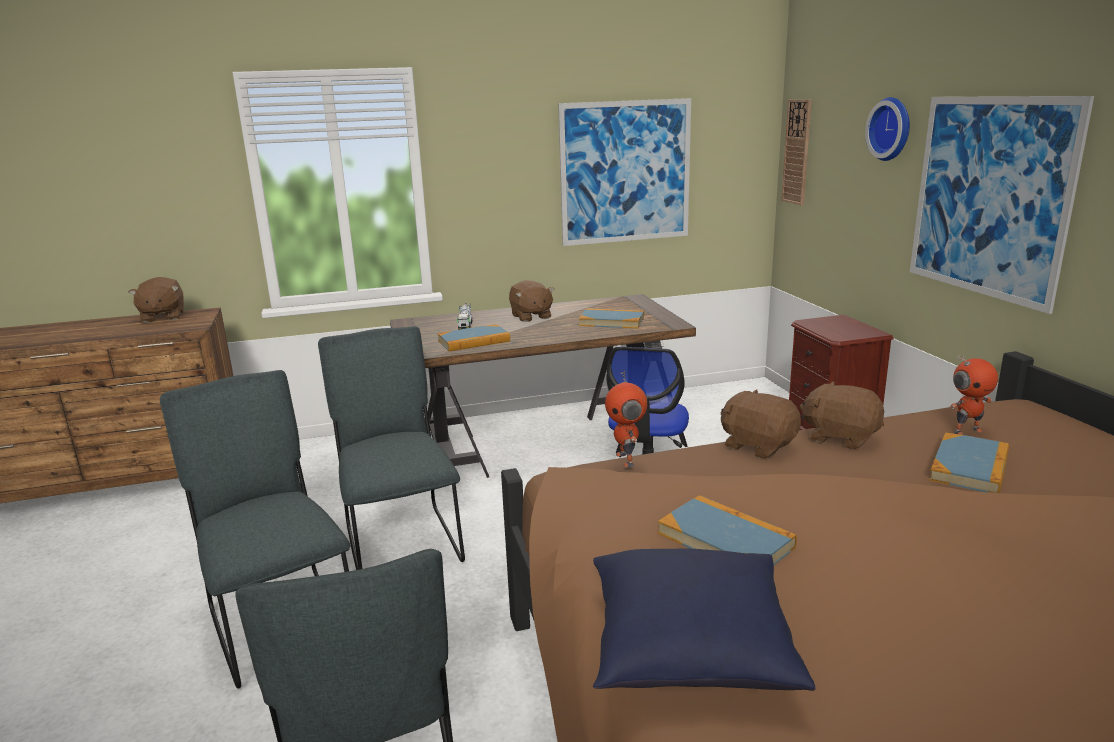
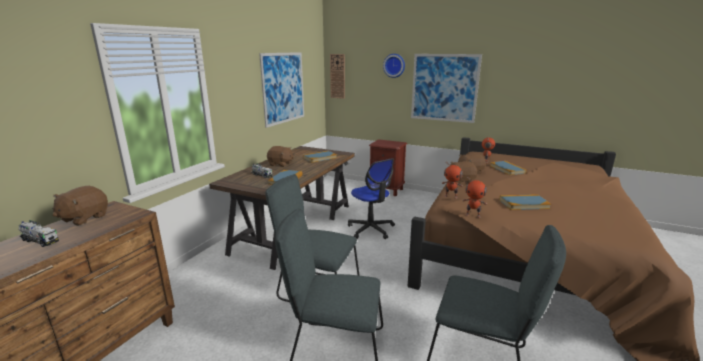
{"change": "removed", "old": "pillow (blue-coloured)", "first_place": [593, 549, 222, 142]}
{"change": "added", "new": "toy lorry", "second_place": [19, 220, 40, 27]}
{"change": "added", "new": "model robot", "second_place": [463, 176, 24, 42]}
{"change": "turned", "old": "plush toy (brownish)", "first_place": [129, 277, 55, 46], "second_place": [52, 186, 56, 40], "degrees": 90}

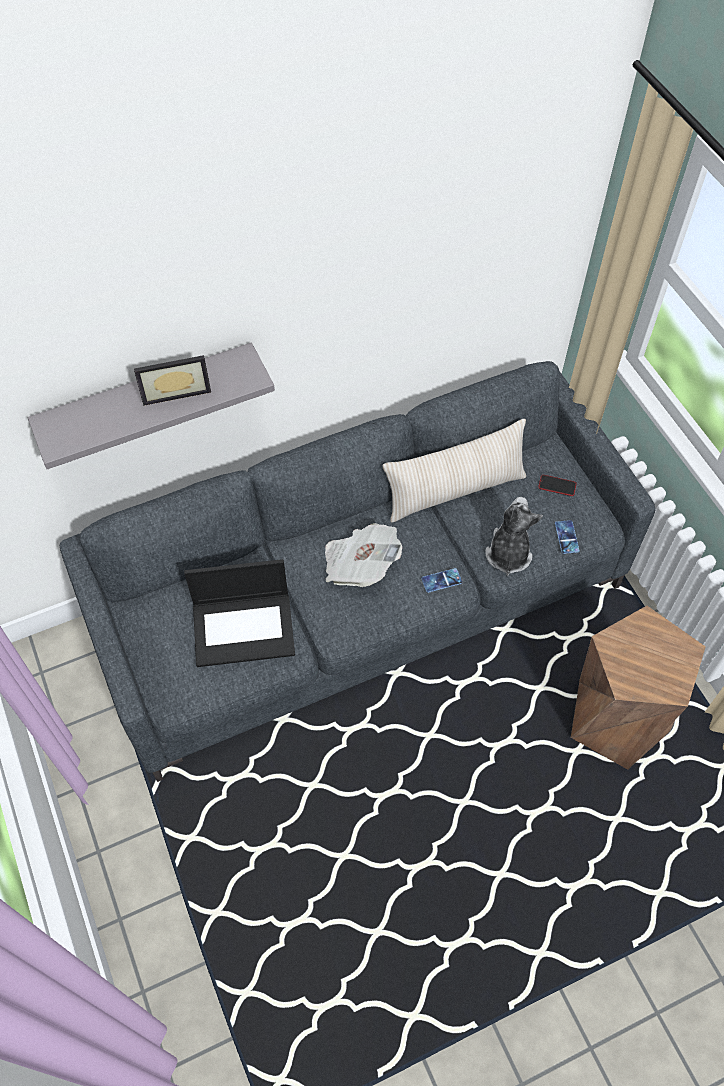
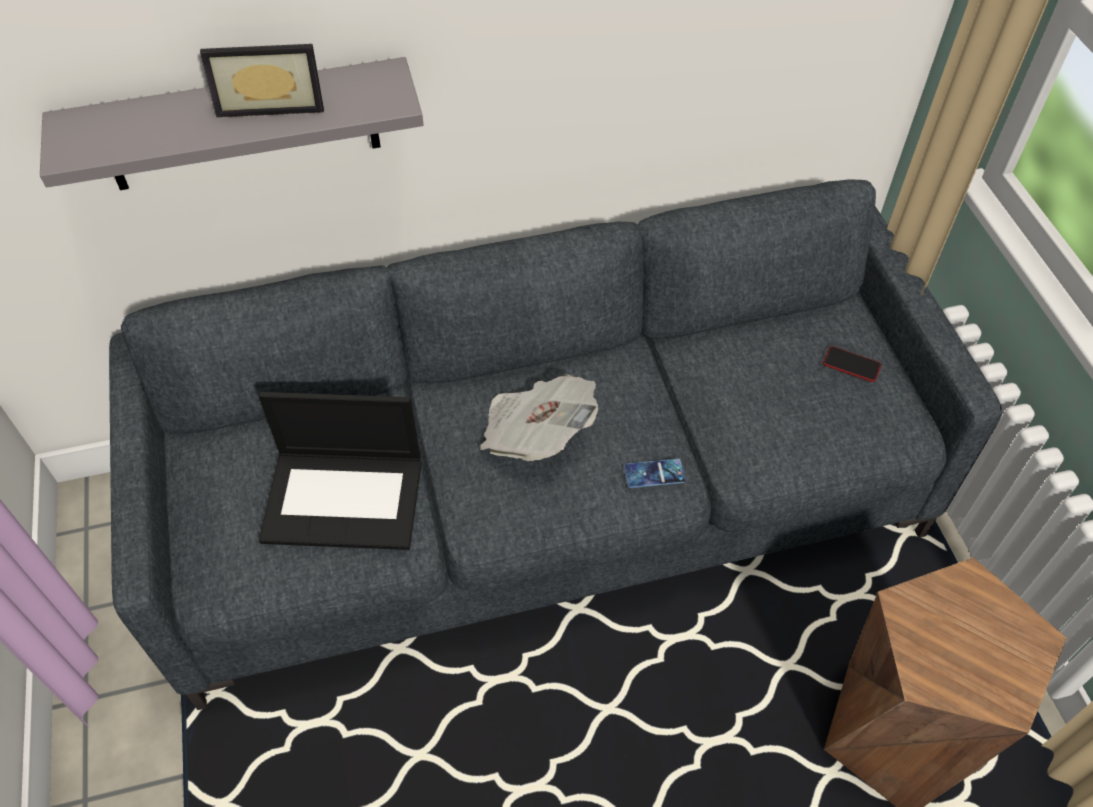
{"change": "removed", "old": "pillow (beige)", "first_place": [383, 419, 143, 104]}
{"change": "removed", "old": "plush toy", "first_place": [485, 497, 58, 79]}
{"change": "removed", "old": "handset", "first_place": [555, 520, 25, 34]}

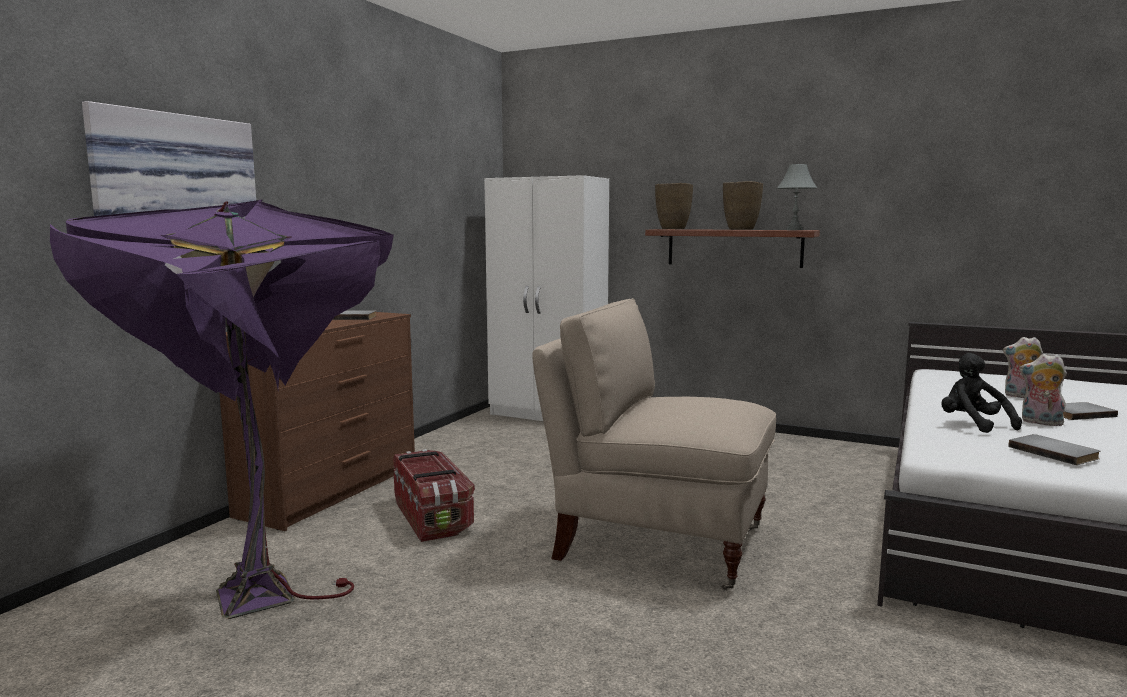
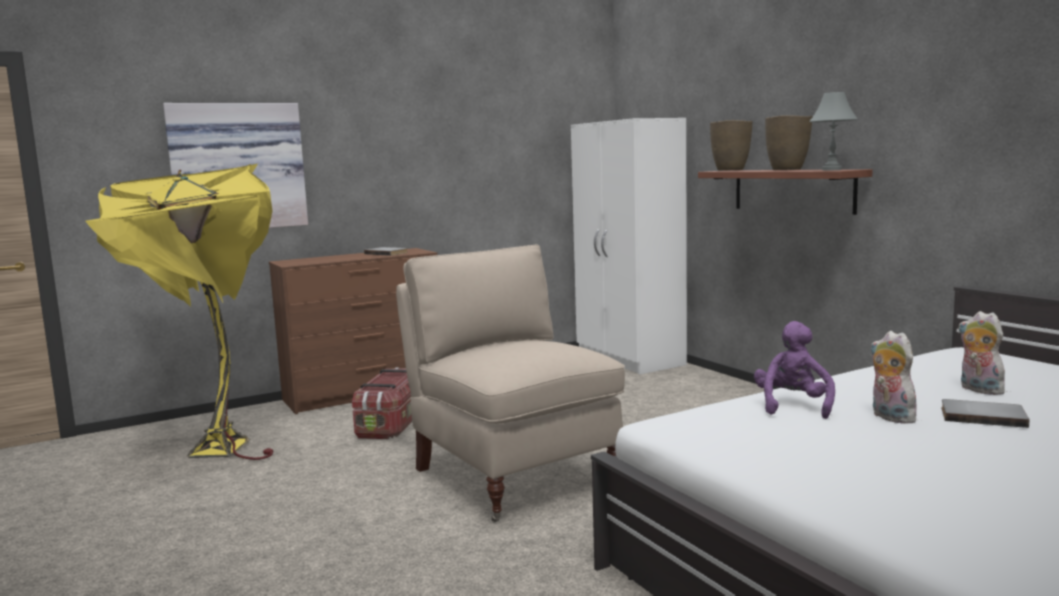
{"change": "removed", "old": "book (grey)", "first_place": [1008, 434, 93, 31]}
{"change": "recoloured", "old": "floor lamp (purple)", "new": "floor lamp (yellow-coloured)", "first_place": [50, 200, 344, 419], "second_place": [85, 164, 188, 296]}
{"change": "recoloured", "old": "plush toy (black-coloured)", "new": "plush toy (purple)", "first_place": [941, 353, 81, 80], "second_place": [754, 321, 81, 98]}

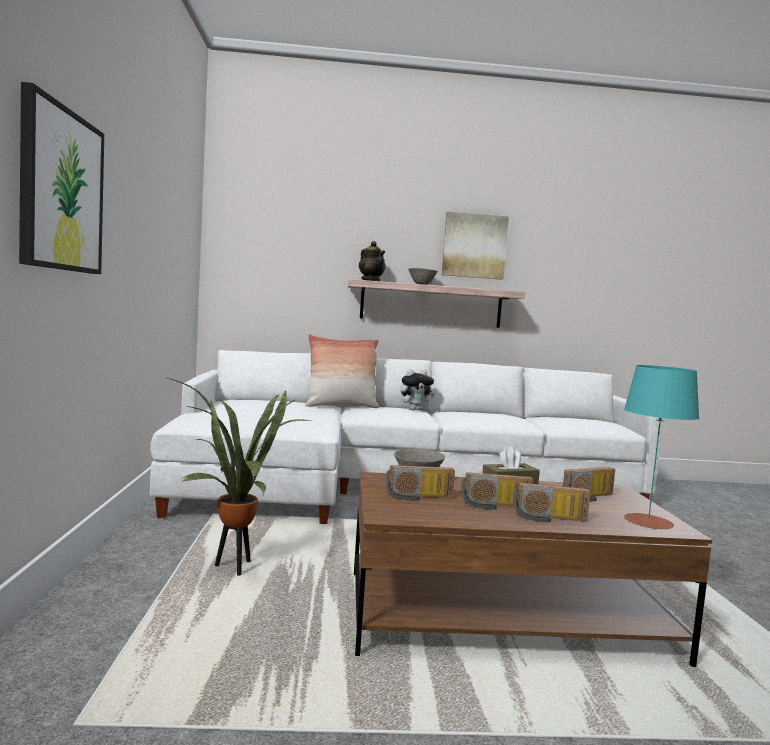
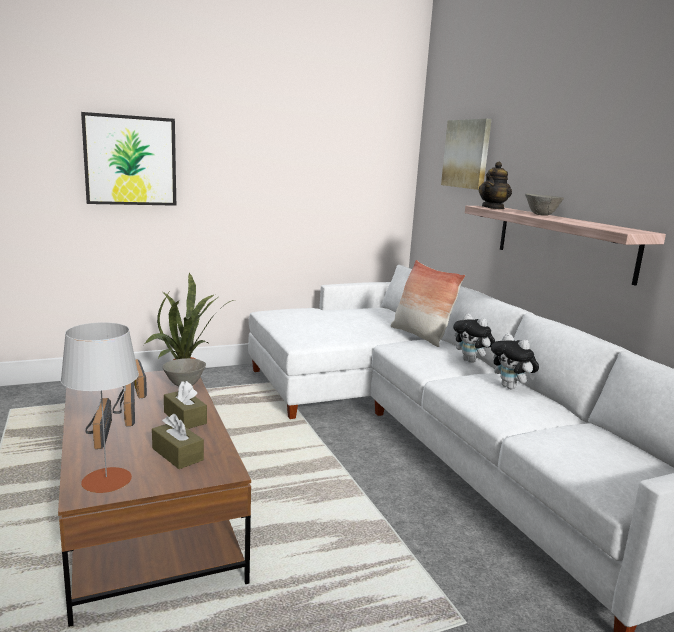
{"change": "added", "new": "plush toy", "second_place": [491, 333, 48, 56]}
{"change": "moved", "old": "wall picture", "first_place": [442, 212, 67, 68], "second_place": [441, 118, 51, 72]}
{"change": "replaced", "old": "radio set", "new": "tissue holder (brownish)", "first_place": [563, 467, 52, 35], "second_place": [152, 414, 52, 55]}
{"change": "recoloured", "old": "table lamp (blue-green)", "new": "table lamp (grey)", "first_place": [624, 365, 75, 164], "second_place": [60, 322, 79, 171]}

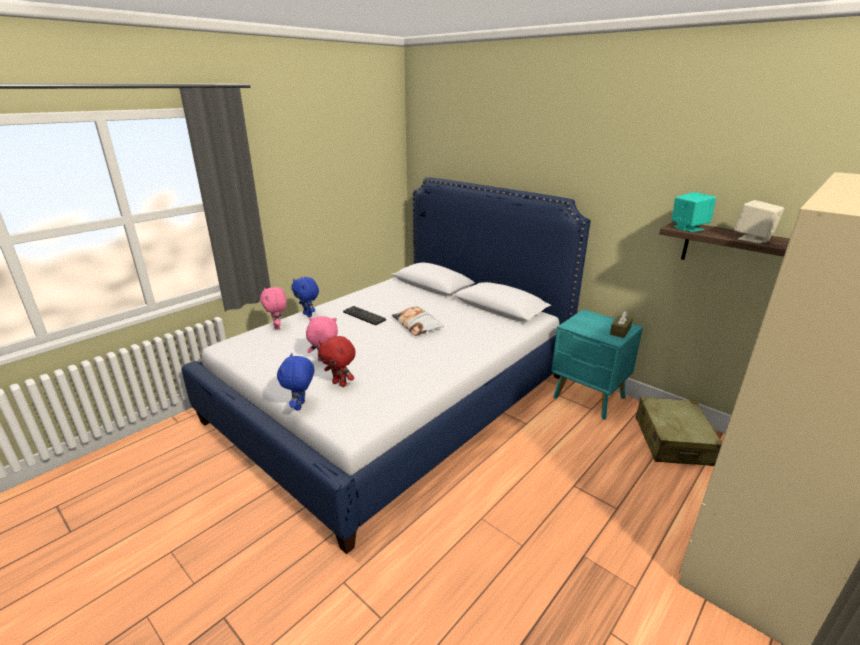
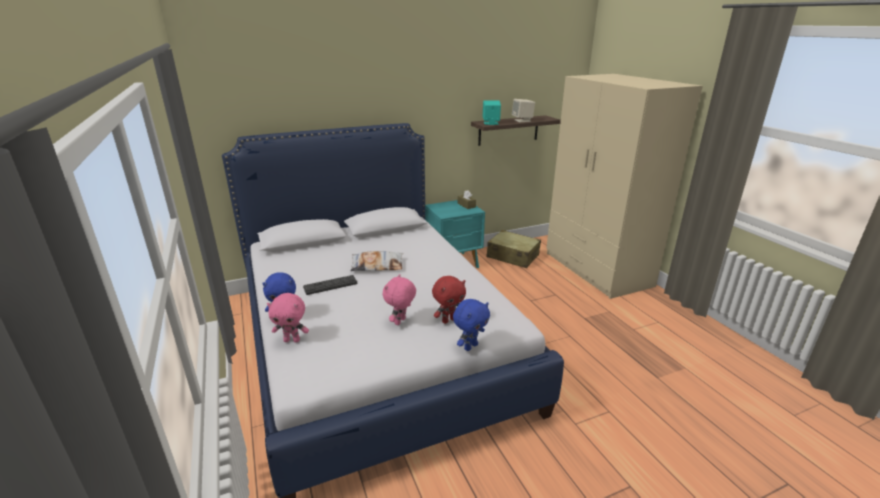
{"change": "turned", "old": "plush toy (blue-coloured)", "first_place": [277, 353, 37, 58], "second_place": [453, 299, 37, 52], "degrees": -75}

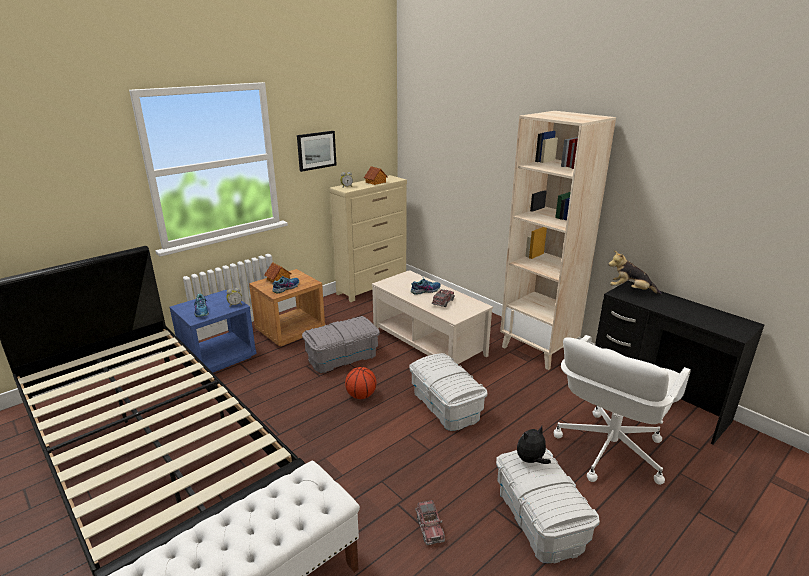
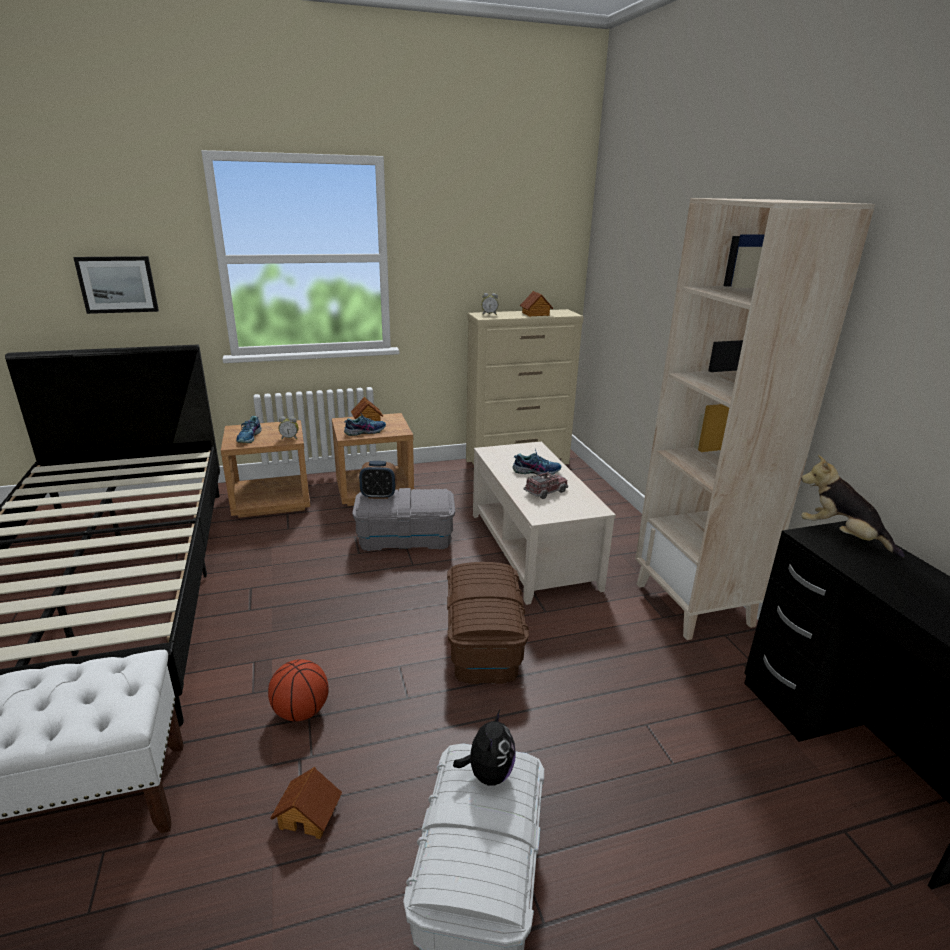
{"change": "removed", "old": "computer chair (white)", "first_place": [554, 335, 137, 150]}
{"change": "added", "new": "bedside clock", "second_place": [359, 461, 38, 38]}
{"change": "moved", "old": "wall picture", "first_place": [297, 131, 40, 41], "second_place": [73, 256, 86, 58]}
{"change": "moved", "old": "basketball ball", "first_place": [345, 367, 31, 32], "second_place": [268, 659, 61, 63]}
{"change": "replaced", "old": "toy lorry", "new": "model house", "first_place": [415, 500, 30, 45], "second_place": [270, 767, 72, 72]}
{"change": "recoloured", "old": "night table (blue-coloured)", "new": "night table (brownish)", "first_place": [170, 290, 87, 83], "second_place": [221, 420, 89, 98]}
{"change": "recoloured", "old": "storage bin (white)", "new": "storage bin (brownish)", "first_place": [410, 353, 78, 78], "second_place": [447, 562, 82, 122]}
{"change": "turned", "old": "plush toy", "first_place": [517, 426, 34, 38], "second_place": [453, 710, 62, 76], "degrees": 105}

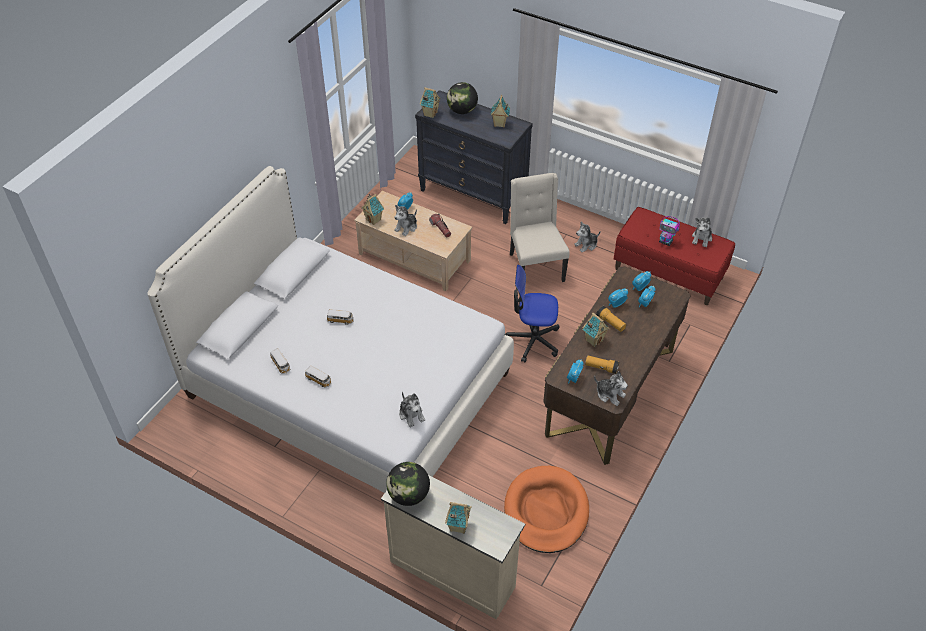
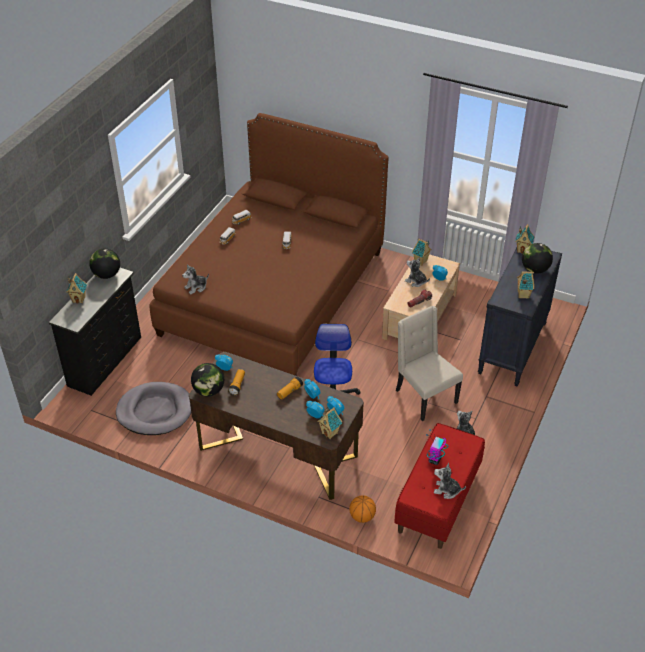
{"change": "added", "new": "basketball ball", "second_place": [349, 495, 27, 28]}
{"change": "moved", "old": "model house", "first_place": [583, 313, 27, 34], "second_place": [317, 407, 25, 32]}
{"change": "replaced", "old": "plush toy", "new": "desk globe", "first_place": [594, 371, 34, 35], "second_place": [191, 363, 33, 33]}
{"change": "recoloured", "old": "bedroom bed (white)", "new": "bedroom bed (brownish)", "first_place": [147, 166, 367, 327], "second_place": [149, 113, 239, 263]}
{"change": "recoloured", "old": "dresser (beige)", "new": "dresser (black-coloured)", "first_place": [381, 475, 144, 145], "second_place": [49, 268, 92, 128]}
{"change": "recoloured", "old": "dog bed (orangey)", "new": "dog bed (grey)", "first_place": [504, 466, 85, 87], "second_place": [116, 382, 75, 53]}
{"change": "turned", "old": "chair (beige)", "first_place": [510, 173, 60, 109], "second_place": [396, 306, 67, 115], "degrees": -105}

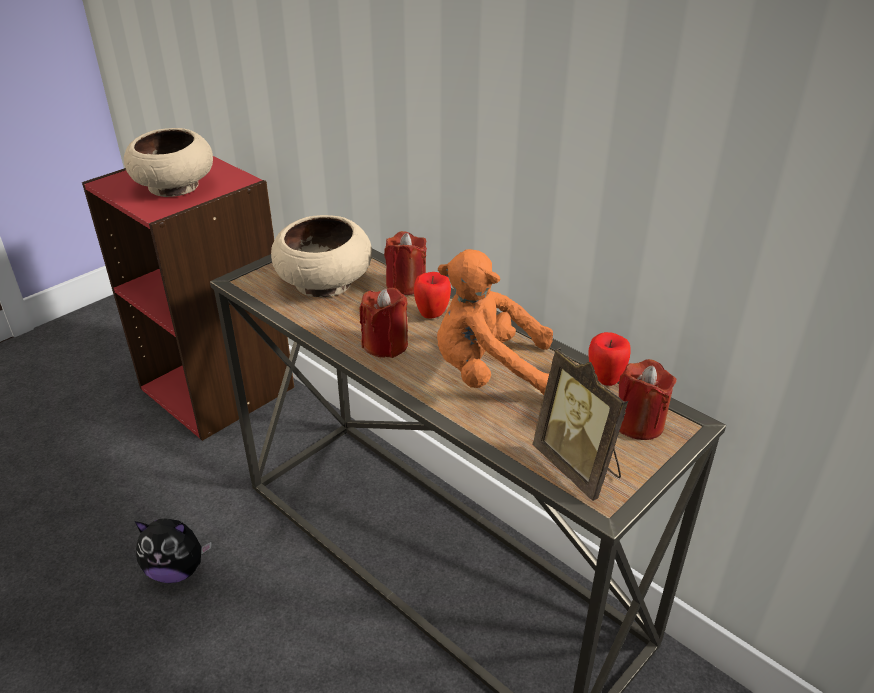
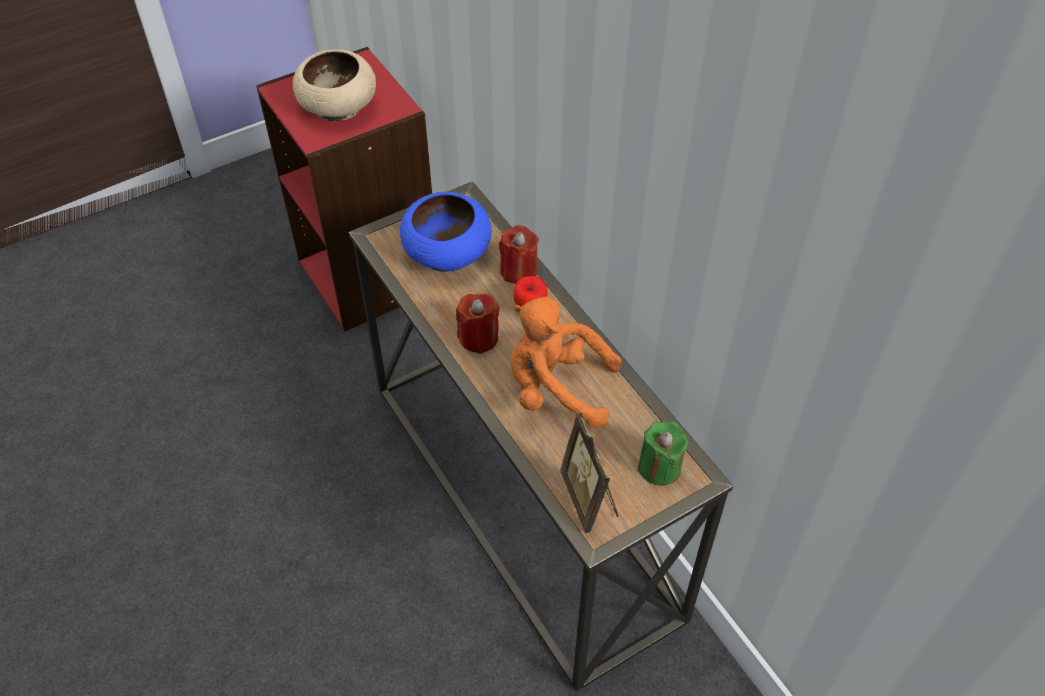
{"change": "removed", "old": "plush toy", "first_place": [135, 518, 76, 65]}
{"change": "removed", "old": "whole apple", "first_place": [588, 332, 43, 54]}
{"change": "recoloured", "old": "deep dish (beige)", "new": "deep dish (blue-coloured)", "first_place": [271, 215, 101, 82], "second_place": [400, 192, 92, 80]}
{"change": "recoloured", "old": "wax light (red-coloured)", "new": "wax light (green)", "first_place": [619, 359, 57, 81], "second_place": [637, 421, 51, 65]}

